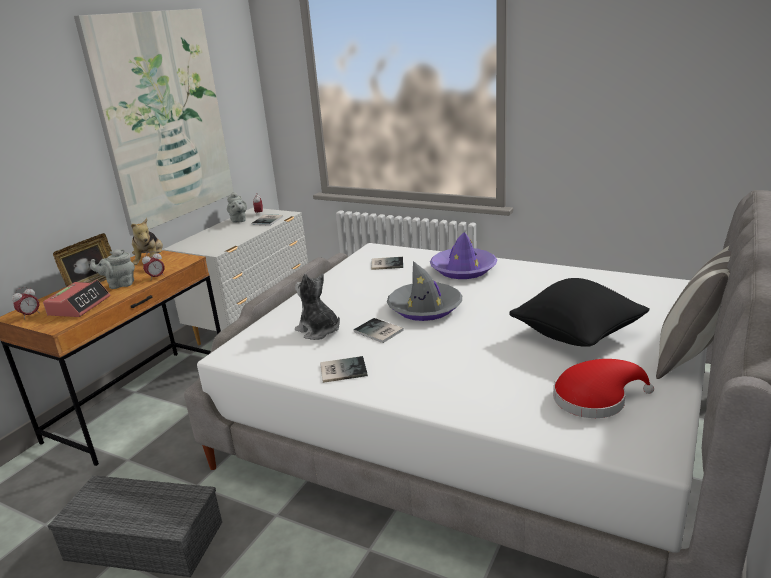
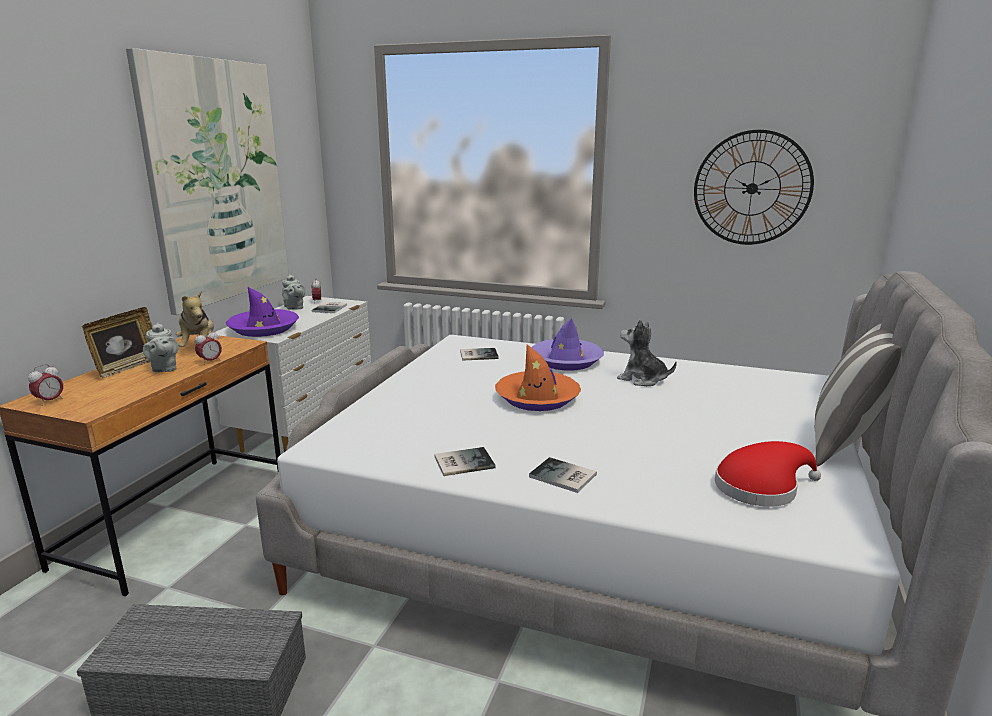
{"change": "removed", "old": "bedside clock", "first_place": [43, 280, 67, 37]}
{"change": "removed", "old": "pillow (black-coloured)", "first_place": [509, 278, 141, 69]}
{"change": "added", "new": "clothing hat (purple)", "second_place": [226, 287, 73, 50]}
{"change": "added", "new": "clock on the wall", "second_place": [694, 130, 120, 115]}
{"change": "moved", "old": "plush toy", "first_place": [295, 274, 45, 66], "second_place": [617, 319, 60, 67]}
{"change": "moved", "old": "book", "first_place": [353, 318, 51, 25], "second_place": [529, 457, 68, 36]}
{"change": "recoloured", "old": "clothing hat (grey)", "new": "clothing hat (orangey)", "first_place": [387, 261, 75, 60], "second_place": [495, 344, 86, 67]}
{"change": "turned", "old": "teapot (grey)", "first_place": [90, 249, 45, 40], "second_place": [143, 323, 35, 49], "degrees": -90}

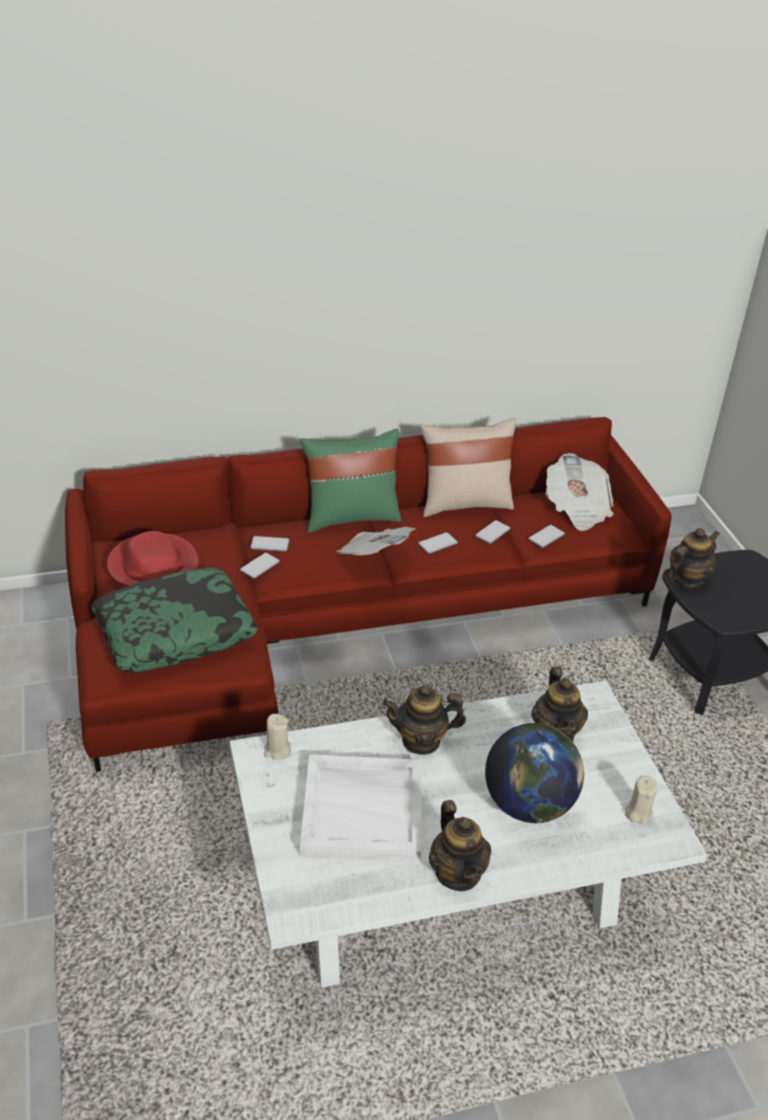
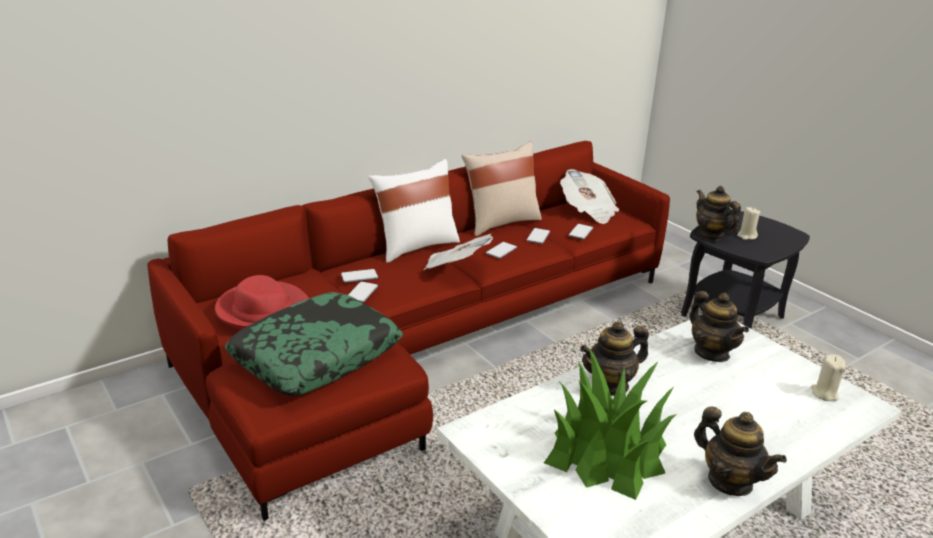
{"change": "removed", "old": "desk globe", "first_place": [485, 723, 99, 101]}
{"change": "moved", "old": "wax light (beige)", "first_place": [264, 714, 27, 46], "second_place": [737, 207, 23, 33]}
{"change": "replaced", "old": "carrying tray (white)", "new": "potted plant", "first_place": [300, 755, 121, 107], "second_place": [544, 348, 133, 152]}
{"change": "recoloured", "old": "pillow (green)", "new": "pillow (white)", "first_place": [300, 428, 101, 105], "second_place": [368, 159, 92, 104]}
{"change": "turned", "old": "teapot", "first_place": [668, 528, 52, 61], "second_place": [696, 186, 45, 54], "degrees": -60}

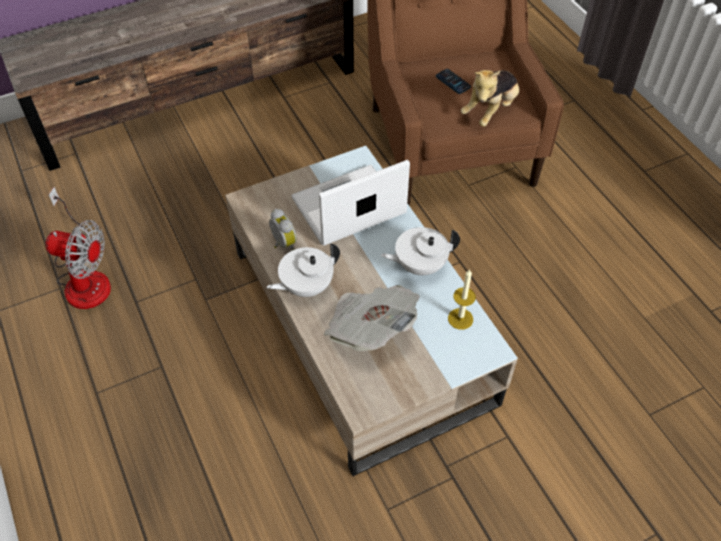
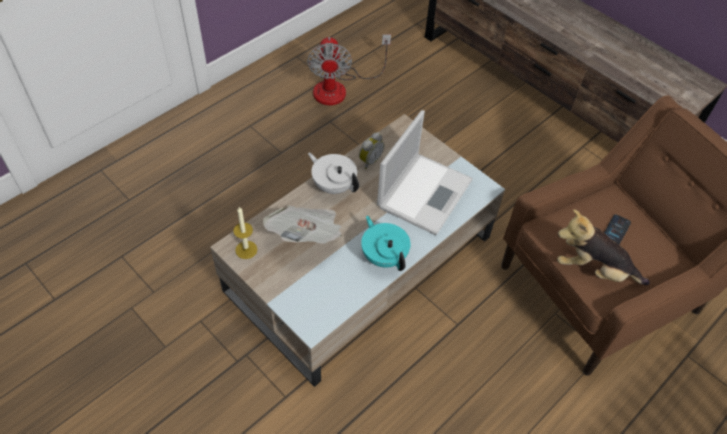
{"change": "moved", "old": "wax light", "first_place": [448, 269, 28, 61], "second_place": [233, 207, 24, 52]}
{"change": "recoloured", "old": "teapot (white)", "new": "teapot (blue-green)", "first_place": [381, 227, 79, 48], "second_place": [361, 216, 49, 55]}
{"change": "turned", "old": "portable computer", "first_place": [291, 160, 119, 86], "second_place": [377, 110, 96, 125], "degrees": 75}

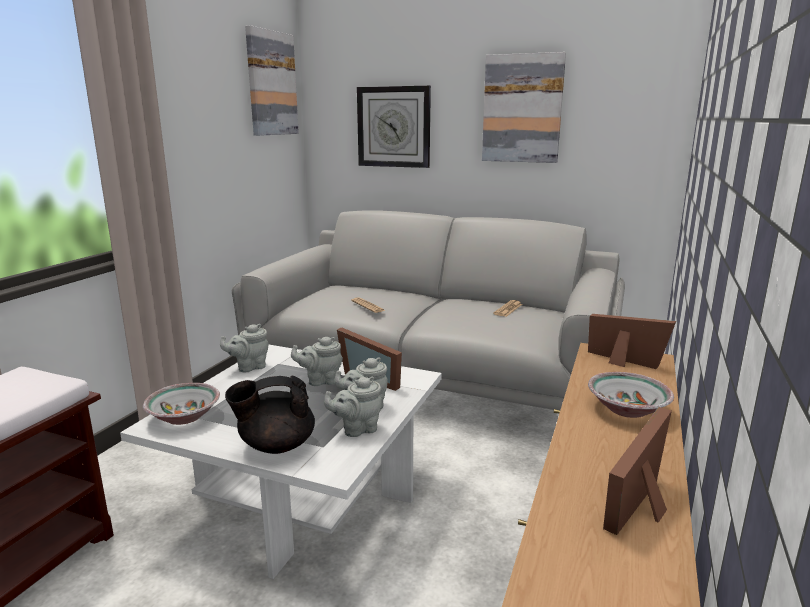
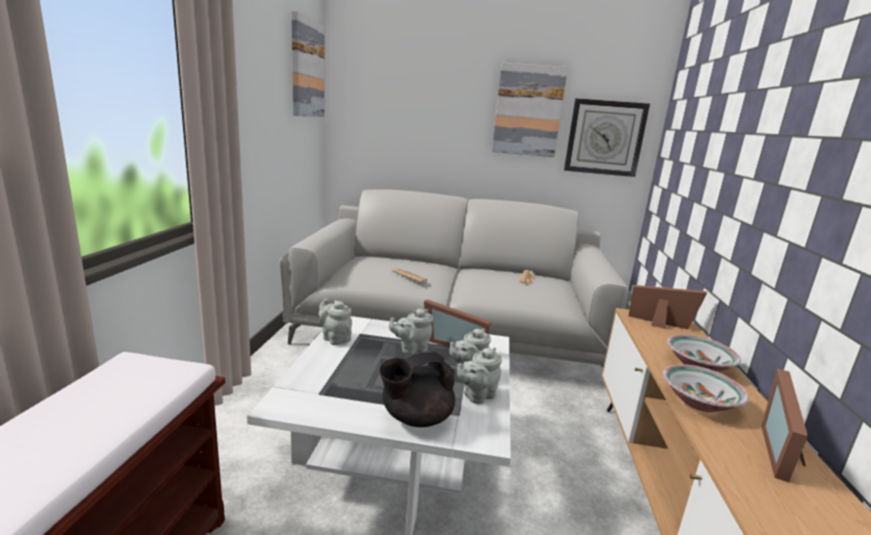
{"change": "moved", "old": "deep dish", "first_place": [143, 383, 77, 42], "second_place": [663, 364, 86, 48]}
{"change": "moved", "old": "clock on the wall", "first_place": [357, 86, 74, 82], "second_place": [564, 98, 86, 79]}
{"change": "turned", "old": "teapot (grey)", "first_place": [220, 324, 49, 48], "second_place": [319, 298, 33, 47], "degrees": 90}

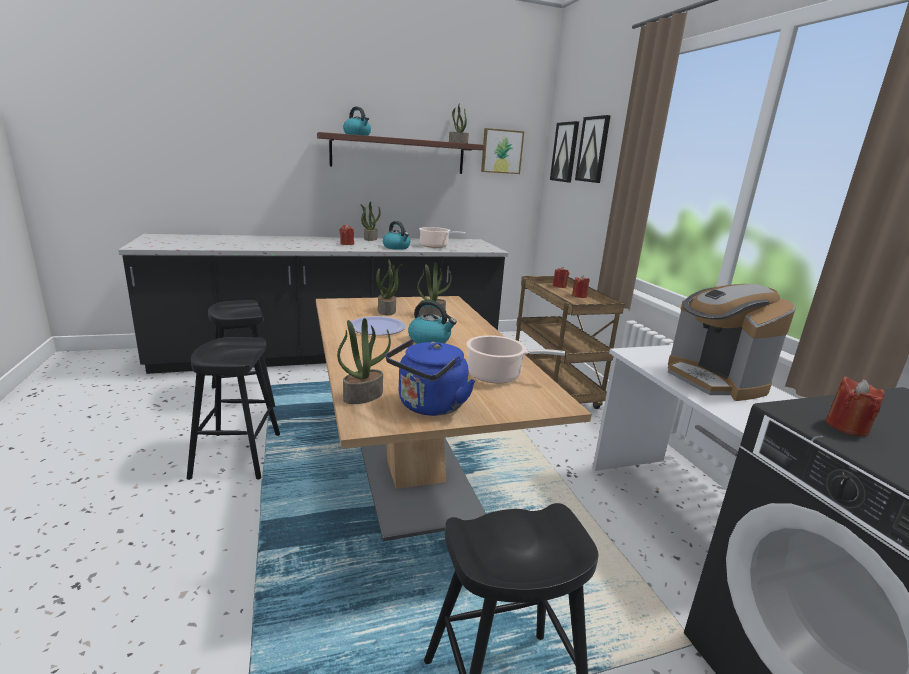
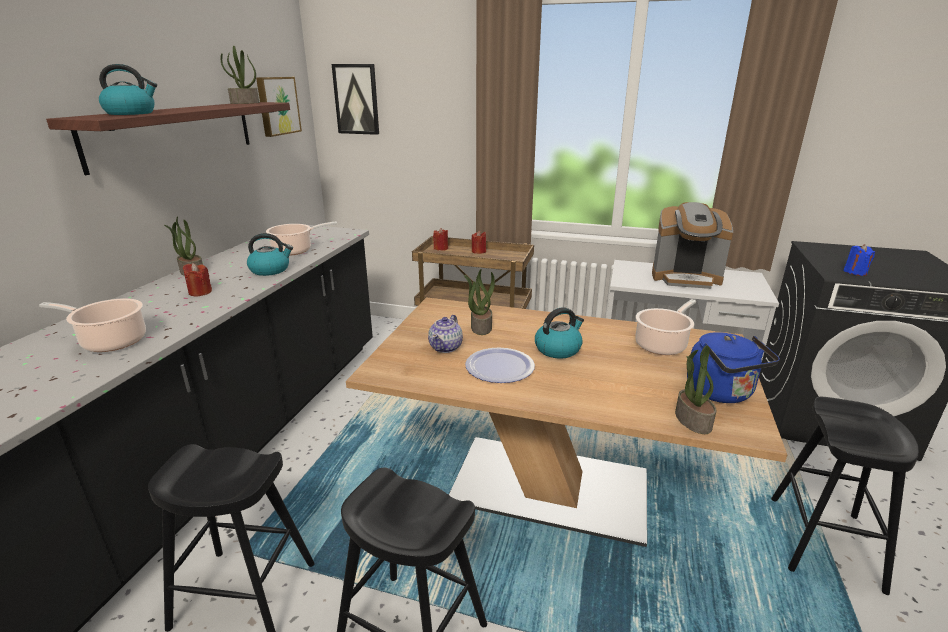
{"change": "removed", "old": "wall picture", "first_place": [575, 115, 36, 68]}
{"change": "added", "new": "stockpot", "second_place": [39, 298, 107, 54]}
{"change": "replaced", "old": "potted plant", "new": "teapot", "first_place": [376, 259, 26, 57], "second_place": [428, 315, 35, 38]}
{"change": "recoloured", "old": "wax light (red-coloured)", "new": "wax light (blue-coloured)", "first_place": [826, 376, 59, 60], "second_place": [843, 244, 32, 32]}

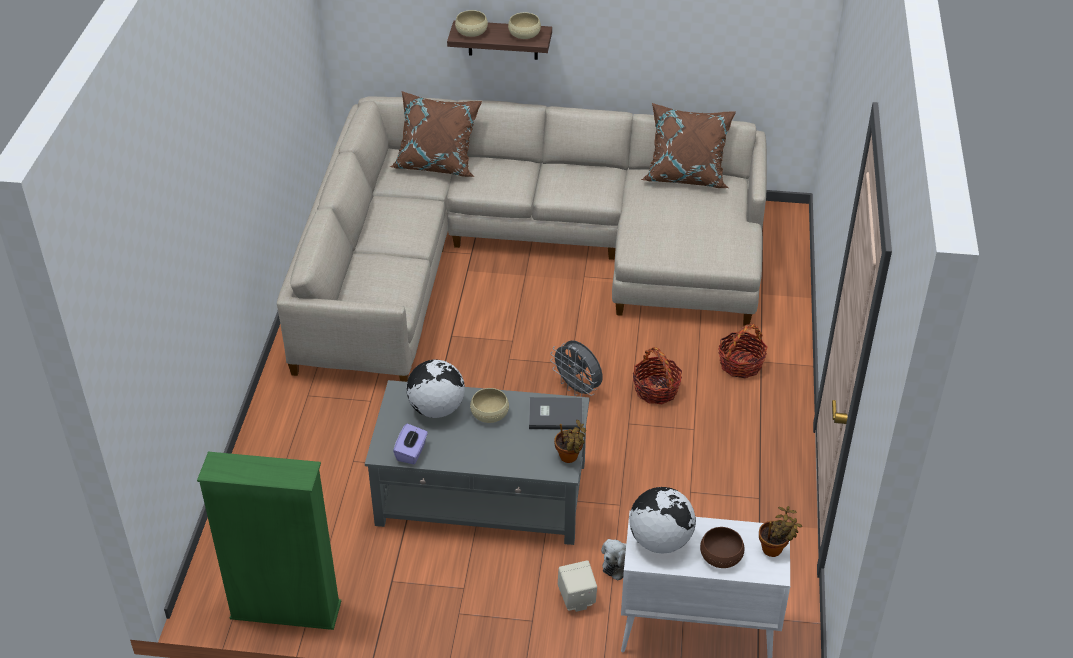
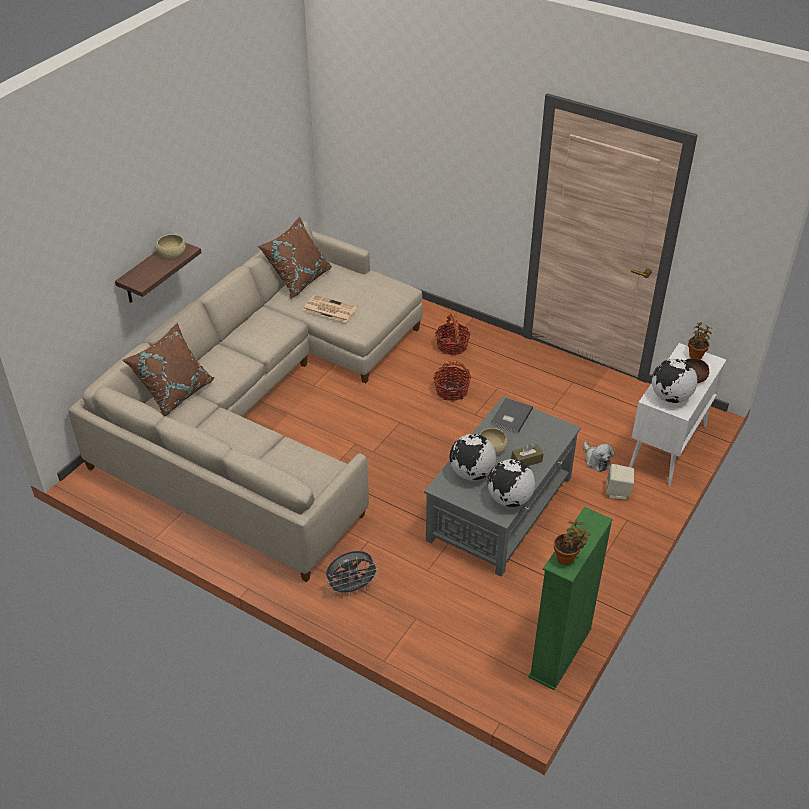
{"change": "removed", "old": "deep dish (beige)", "first_place": [455, 10, 33, 27]}
{"change": "added", "new": "newspaper", "second_place": [304, 295, 53, 27]}
{"change": "added", "new": "tissue holder (brownish)", "second_place": [511, 444, 32, 22]}
{"change": "moved", "old": "cooling fan (grey)", "first_place": [550, 340, 53, 57], "second_place": [326, 551, 54, 46]}
{"change": "moved", "old": "potted plant", "first_place": [554, 420, 32, 43], "second_place": [554, 519, 37, 45]}
{"change": "replaced", "old": "tissue holder (purple)", "new": "desk globe", "first_place": [393, 423, 35, 41], "second_place": [488, 459, 47, 48]}

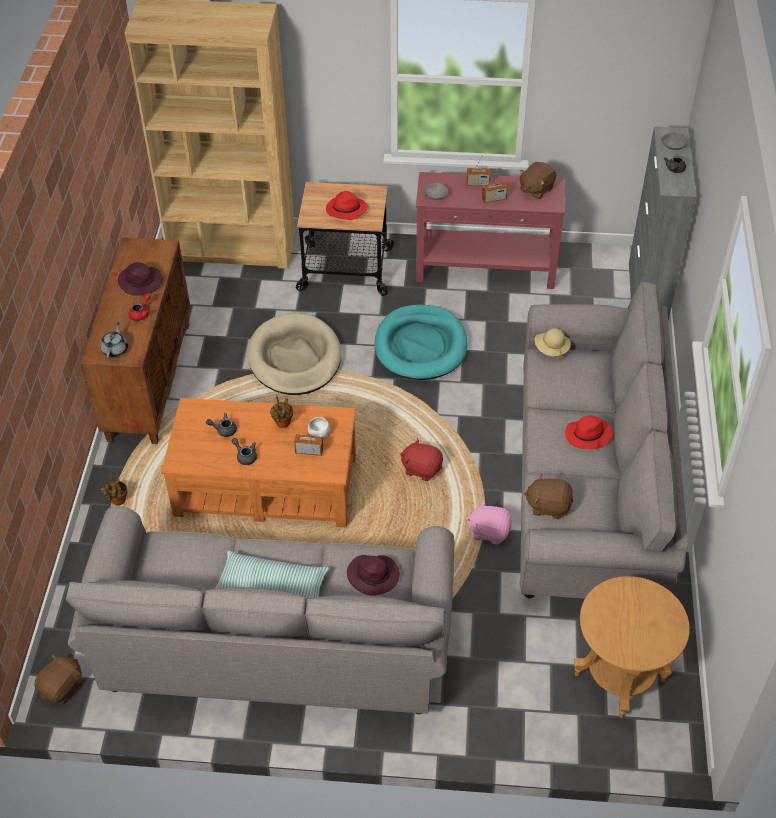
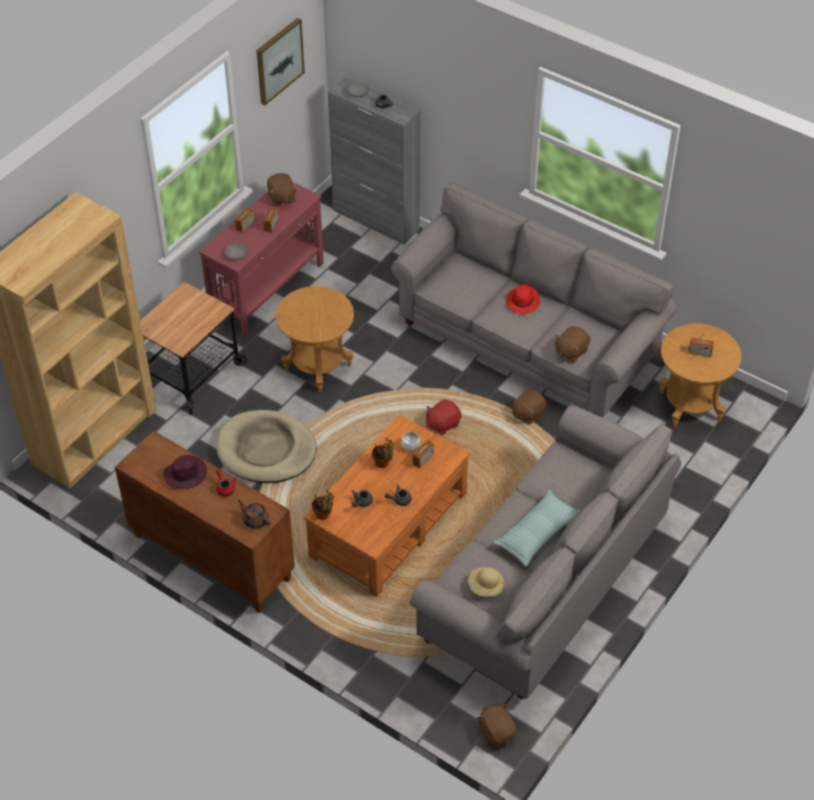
{"change": "removed", "old": "clothing hat (red-coloured)", "first_place": [326, 191, 42, 29]}
{"change": "removed", "old": "clothing hat (purple)", "first_place": [347, 555, 53, 41]}
{"change": "added", "new": "wall picture", "second_place": [256, 18, 49, 87]}
{"change": "added", "new": "radio set", "second_place": [688, 329, 26, 28]}
{"change": "moved", "old": "potted plant", "first_place": [101, 475, 26, 30], "second_place": [312, 490, 22, 30]}
{"change": "moved", "old": "clothing hat (beige)", "first_place": [534, 328, 37, 32], "second_place": [468, 567, 36, 30]}
{"change": "replaced", "old": "dog bed (blue-green)", "new": "end table (brownish)", "first_place": [375, 305, 92, 75], "second_place": [276, 286, 78, 106]}
{"change": "recoloured", "old": "teapot (grey)", "new": "teapot (brownish)", "first_place": [100, 322, 28, 37], "second_place": [238, 500, 33, 28]}
{"change": "recoloured", "old": "plush toy (pink)", "new": "plush toy (brownish)", "first_place": [466, 500, 46, 45], "second_place": [512, 389, 35, 36]}

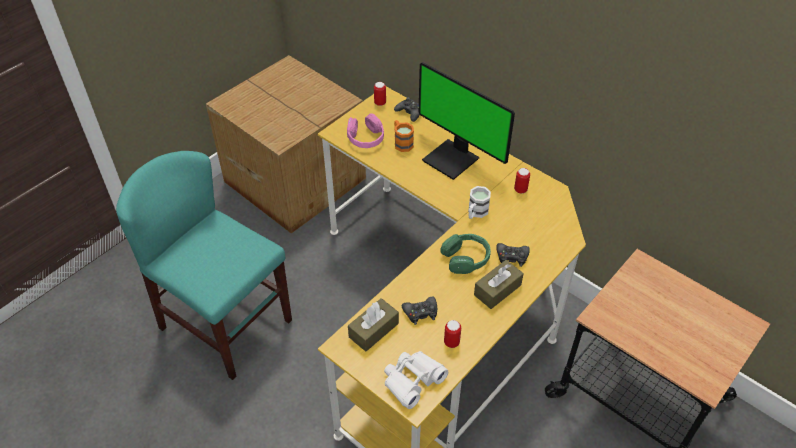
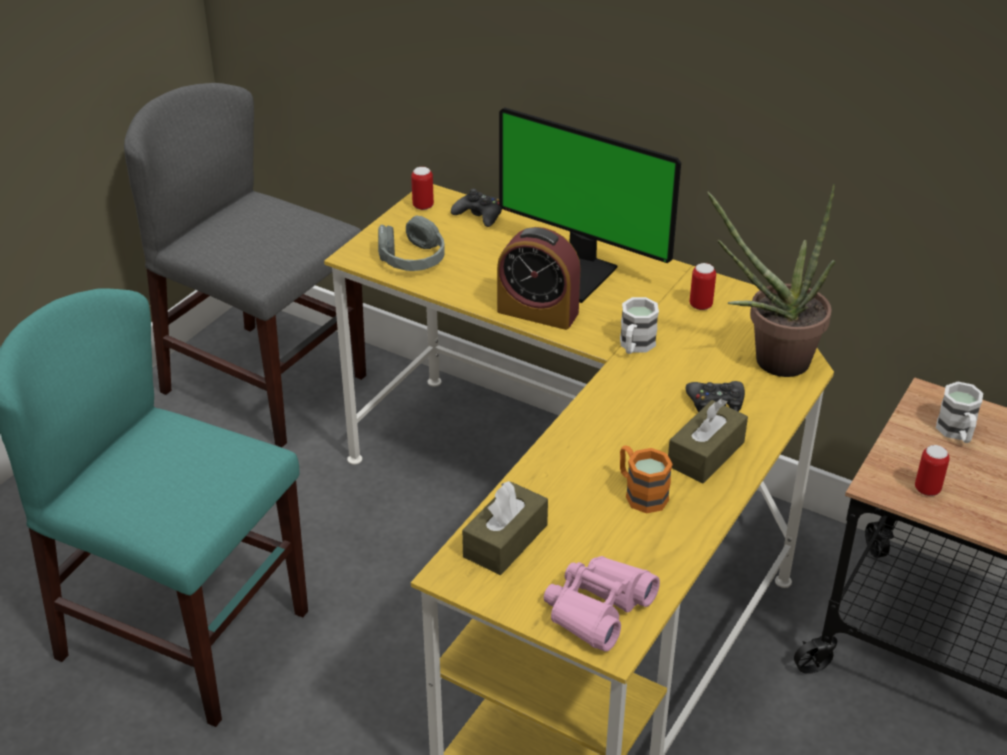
{"change": "removed", "old": "gamepad (black-coloured)", "first_place": [402, 297, 35, 28]}
{"change": "removed", "old": "headset (green)", "first_place": [440, 234, 51, 40]}
{"change": "added", "new": "bedside clock", "second_place": [497, 227, 83, 103]}
{"change": "added", "new": "potted plant", "second_place": [707, 184, 129, 193]}
{"change": "added", "new": "coffee mug (white)", "second_place": [936, 382, 47, 61]}
{"change": "moved", "old": "coffee mug (orangey)", "first_place": [394, 120, 20, 32], "second_place": [620, 445, 53, 69]}
{"change": "moved", "old": "metal can", "first_place": [444, 320, 17, 28], "second_place": [915, 445, 35, 51]}
{"change": "replaced", "old": "packing box", "new": "chair (grey)", "first_place": [206, 55, 160, 178], "second_place": [124, 83, 242, 365]}
{"change": "recoloured", "old": "headset (pink)", "new": "headset (grey)", "first_place": [347, 113, 37, 35], "second_place": [378, 216, 67, 55]}
{"change": "recoloured", "old": "field glasses (white)", "new": "field glasses (pink)", "first_place": [384, 351, 64, 58], "second_place": [544, 556, 116, 96]}

